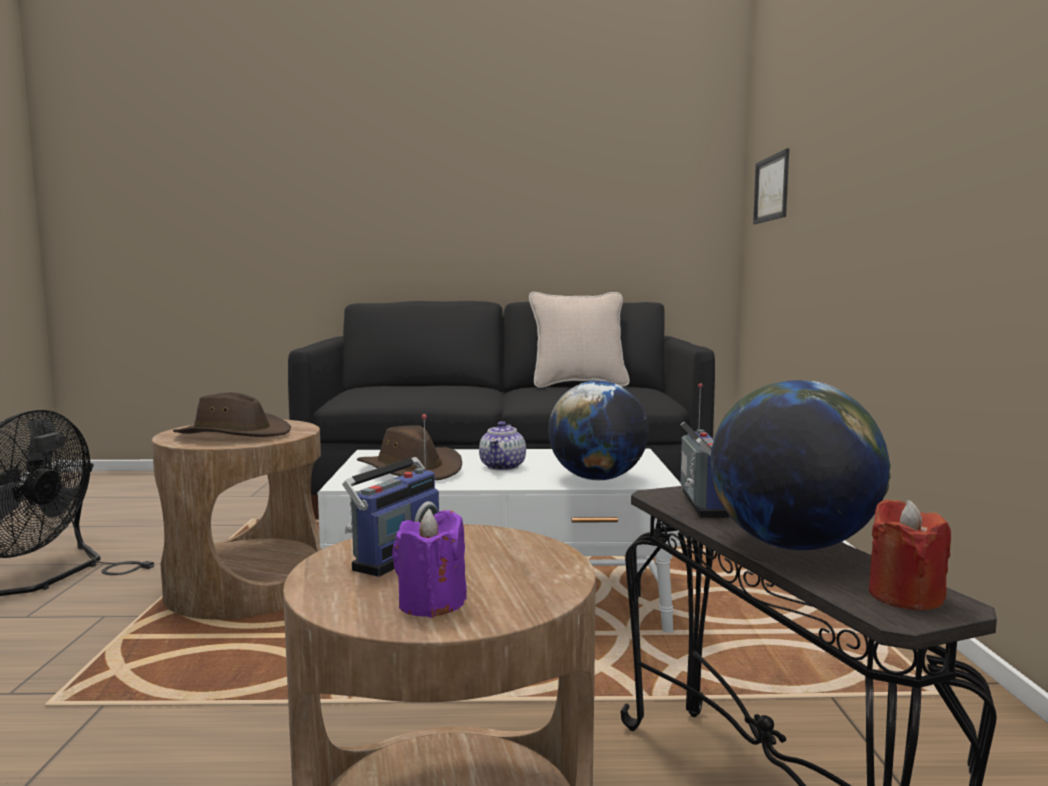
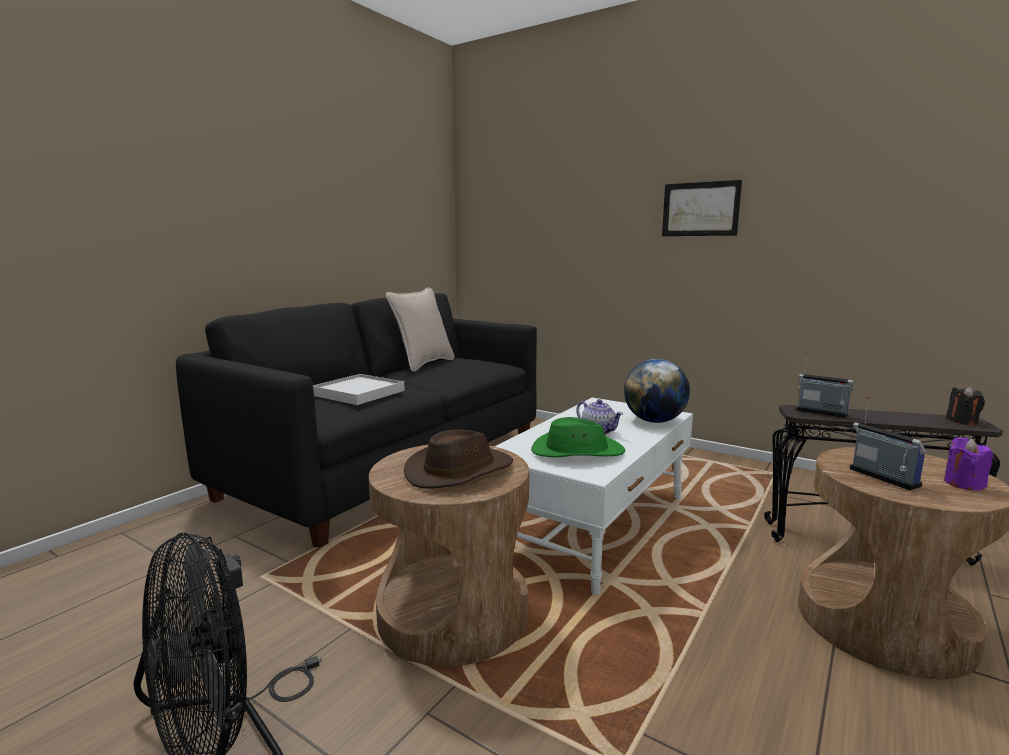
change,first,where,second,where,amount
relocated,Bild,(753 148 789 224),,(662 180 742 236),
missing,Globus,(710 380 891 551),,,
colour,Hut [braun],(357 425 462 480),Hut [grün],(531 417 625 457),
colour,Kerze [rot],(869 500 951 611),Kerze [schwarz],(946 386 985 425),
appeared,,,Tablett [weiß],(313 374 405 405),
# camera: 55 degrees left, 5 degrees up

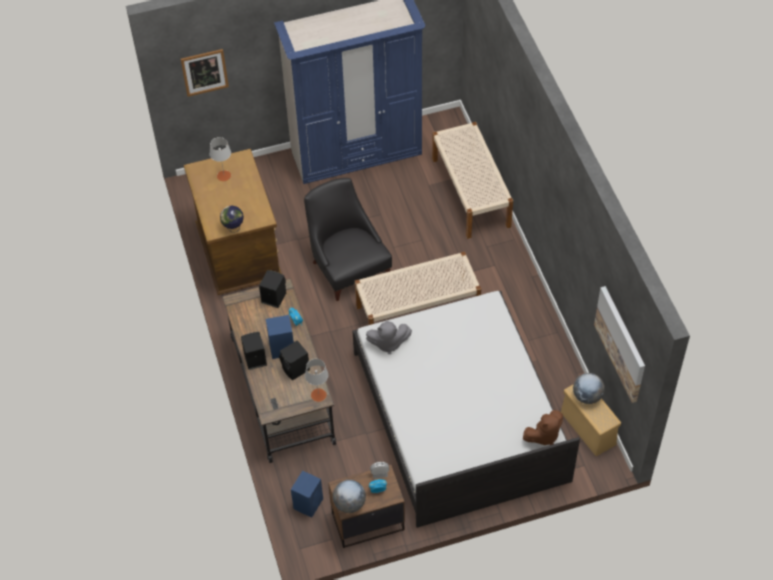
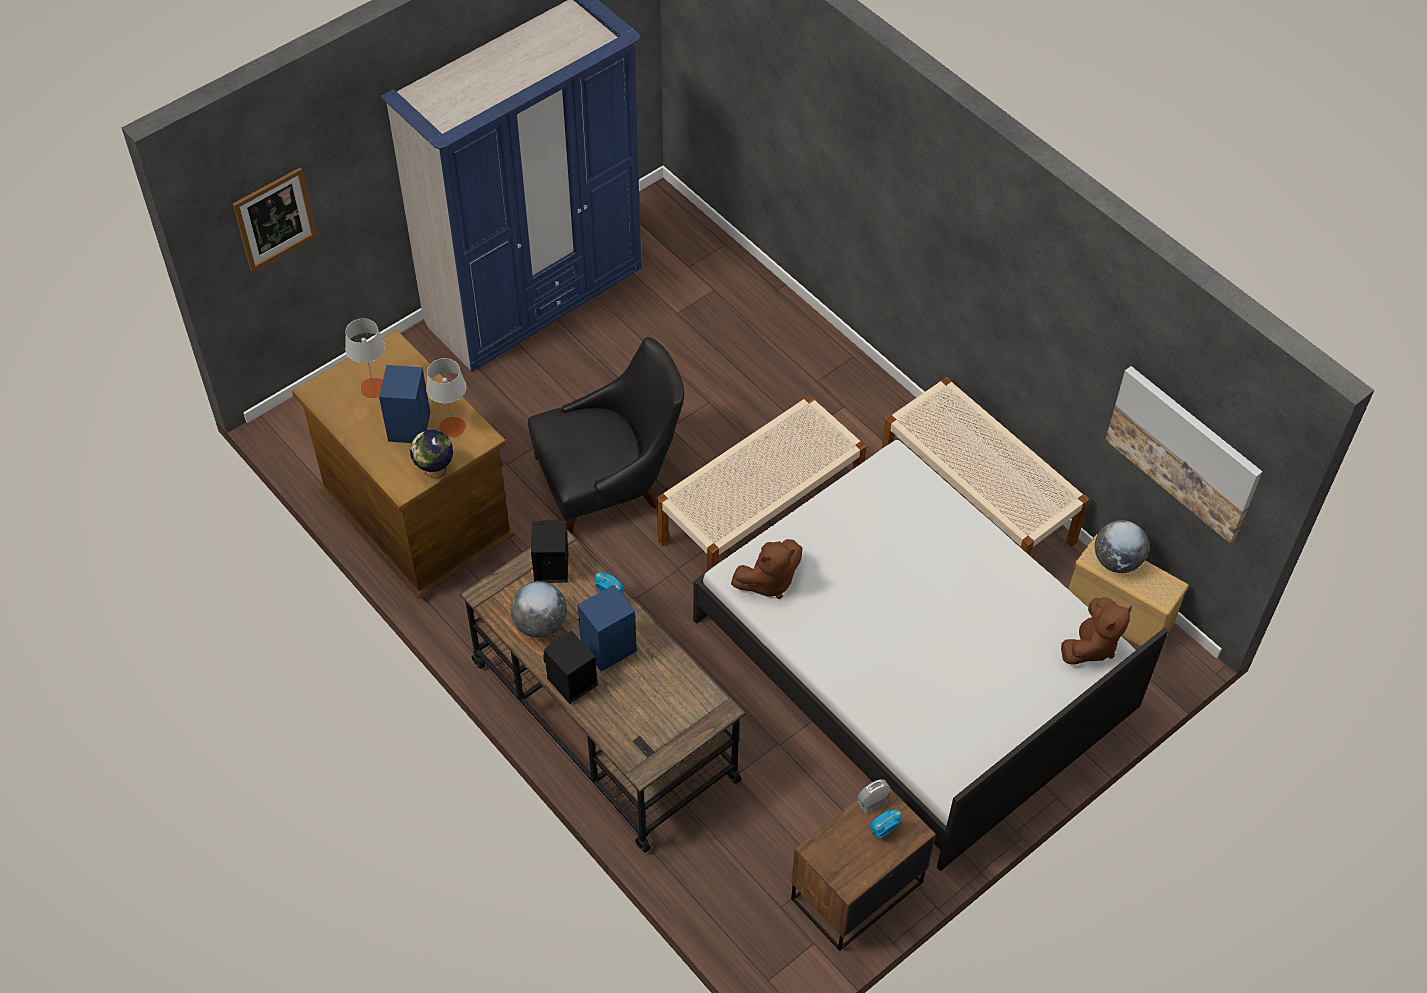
change,first,where,second,where,amount
relocated,Bank [beige],(432 122 513 239),,(882 377 1089 556),
spun,Sessel [schwarz],(304 178 392 301),,(528 337 684 534),120 degrees clockwise
colour,Plüschtier [grau],(366 321 412 354),Plüschtier [braun],(731 539 802 599),
missing,Lautsprecher [schwarz],(279 340 310 380),,,
relocated,Tischlampe [grau],(305 359 328 402),,(426 358 466 438),
relocated,Lautsprecher [blau],(291 470 323 518),,(379 365 430 443),
relocated,Globus,(333 480 366 513),,(510 581 567 638),
# camera: 25 degrees left, 0 degrees up

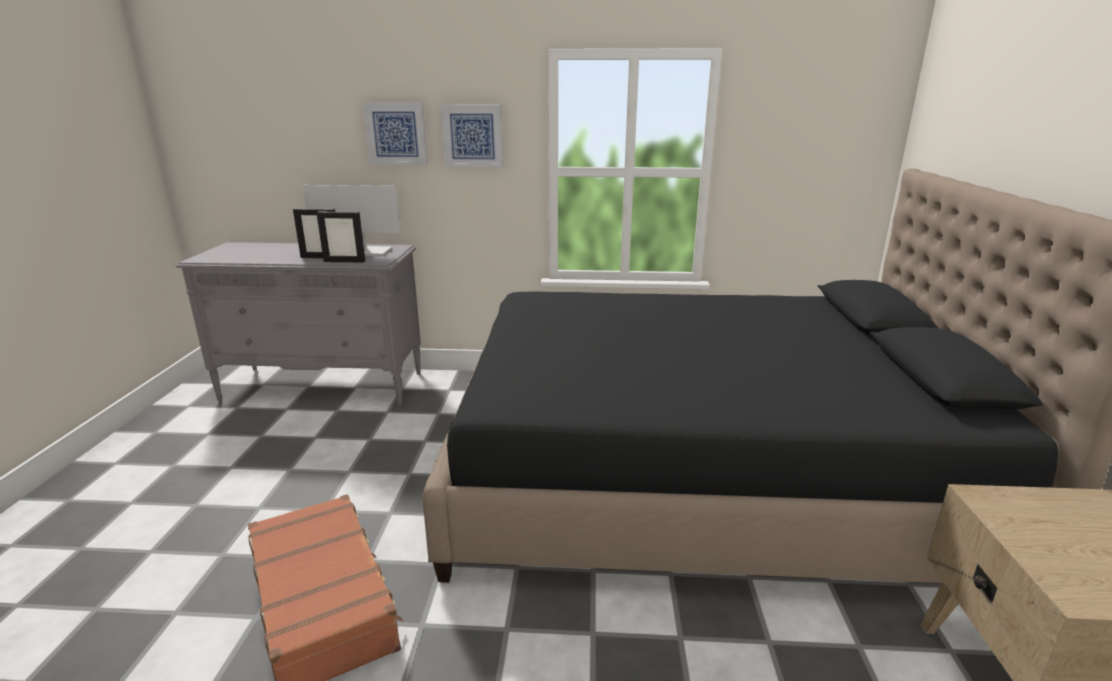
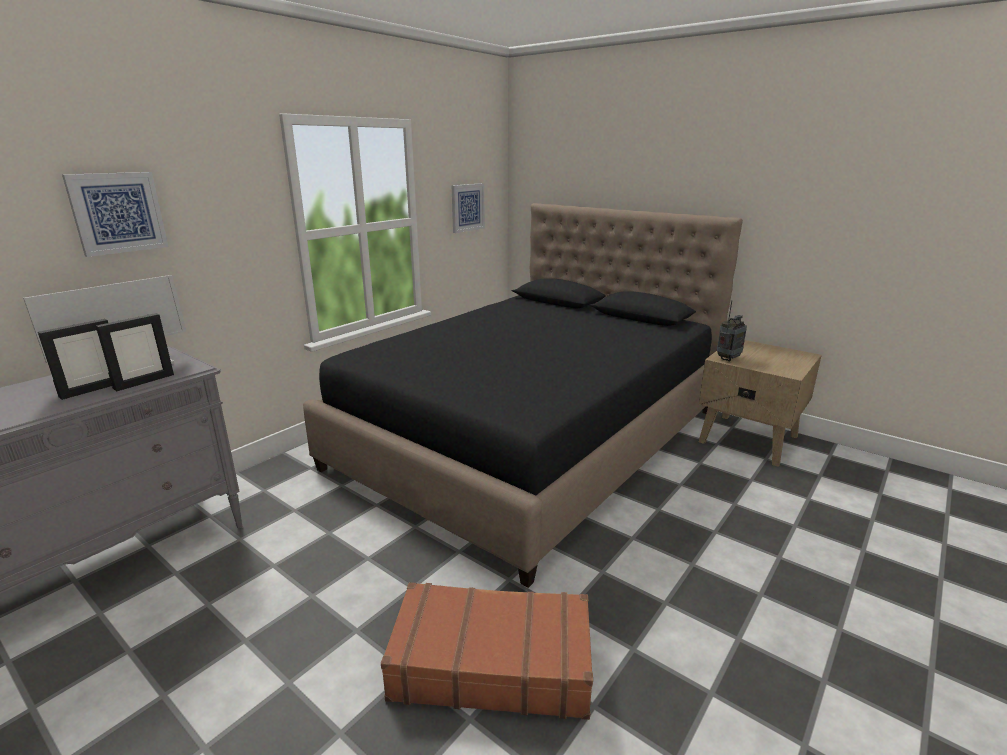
change,first,where,second,where,amount
relocated,Bild,(441 104 503 167),,(452 183 485 233),
appeared,,,Radio,(717 300 747 361),
# camera: 55 degrees left, 0 degrees up

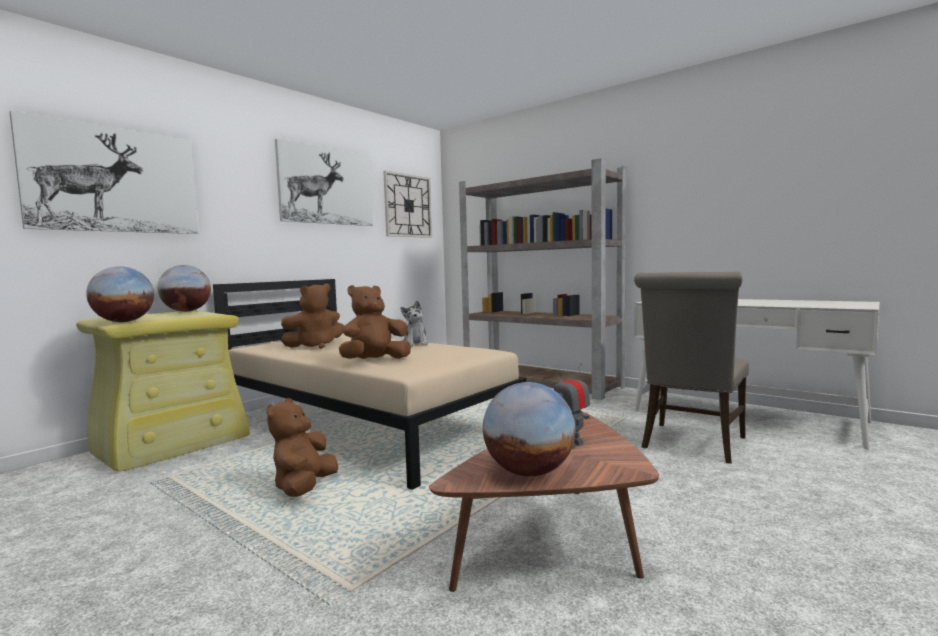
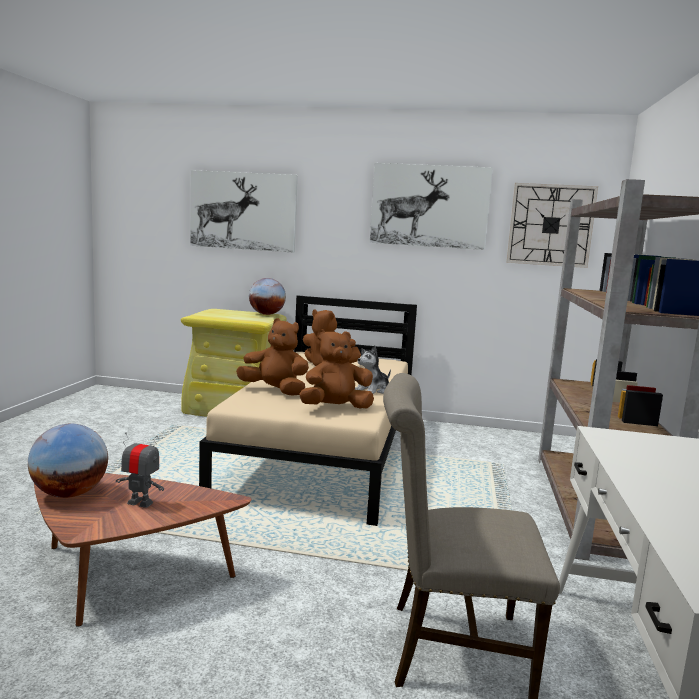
change,first,where,second,where,amount
missing,Globus,(86 266 154 322),,,
relocated,Plüschtier [braun],(267 398 338 497),,(299 330 374 409),
# camera: 60 degrees right, 5 degrees up

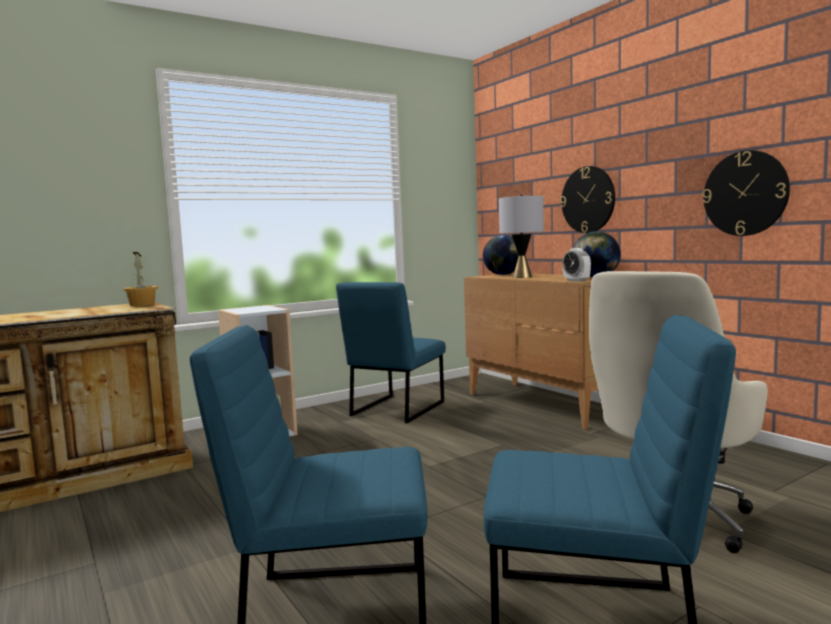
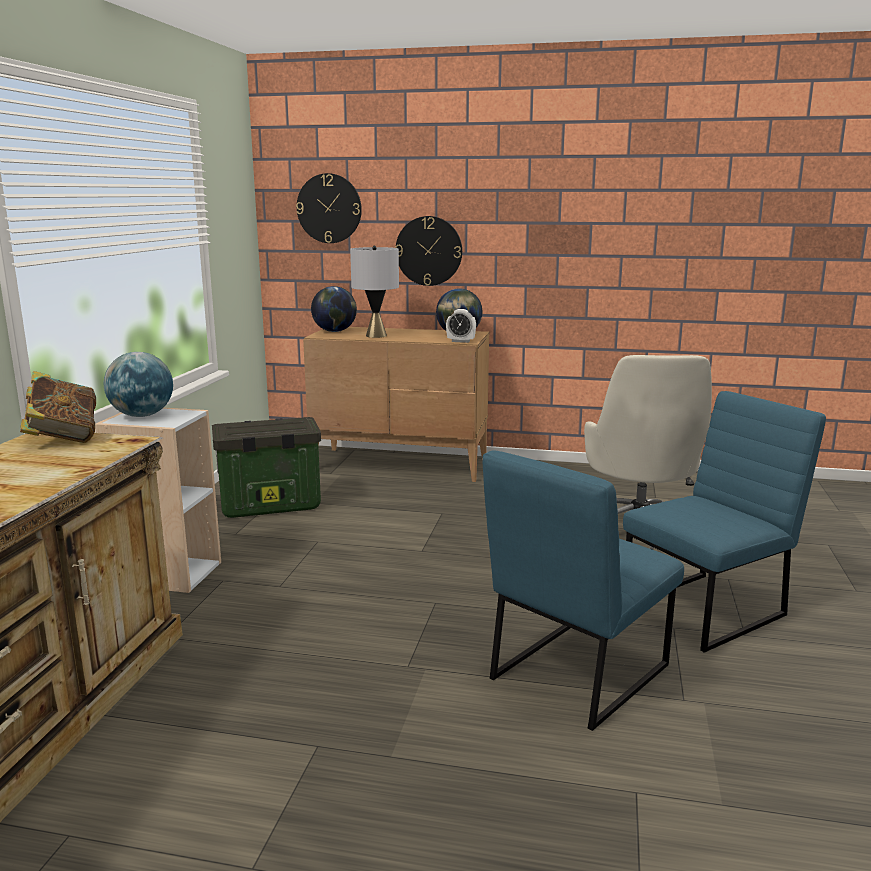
change,first,where,second,where,amount
relocated,Wanduhr,(703 150 790 236),,(296 173 362 243),
exchanged,Topfpflanze,(123 252 158 306),Buch,(20 371 96 443),
exchanged,Stuhl [blau],(336 282 446 423),Aufbewahrungsbox,(212 417 321 518),
appeared,,,Globus,(104 352 173 417),
# camera: 45 degrees left, 10 degrees up

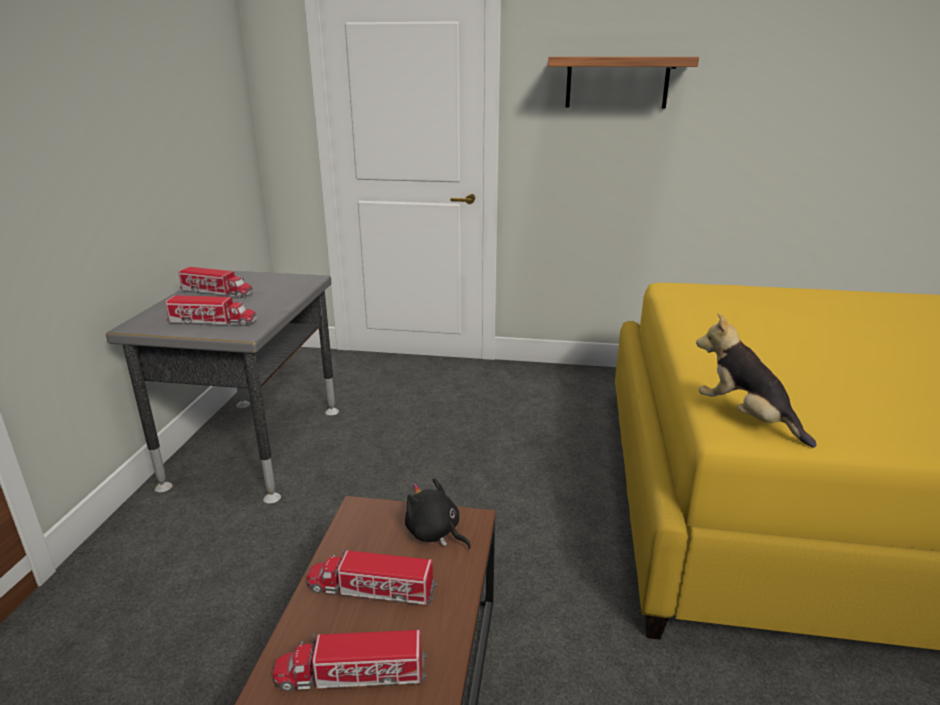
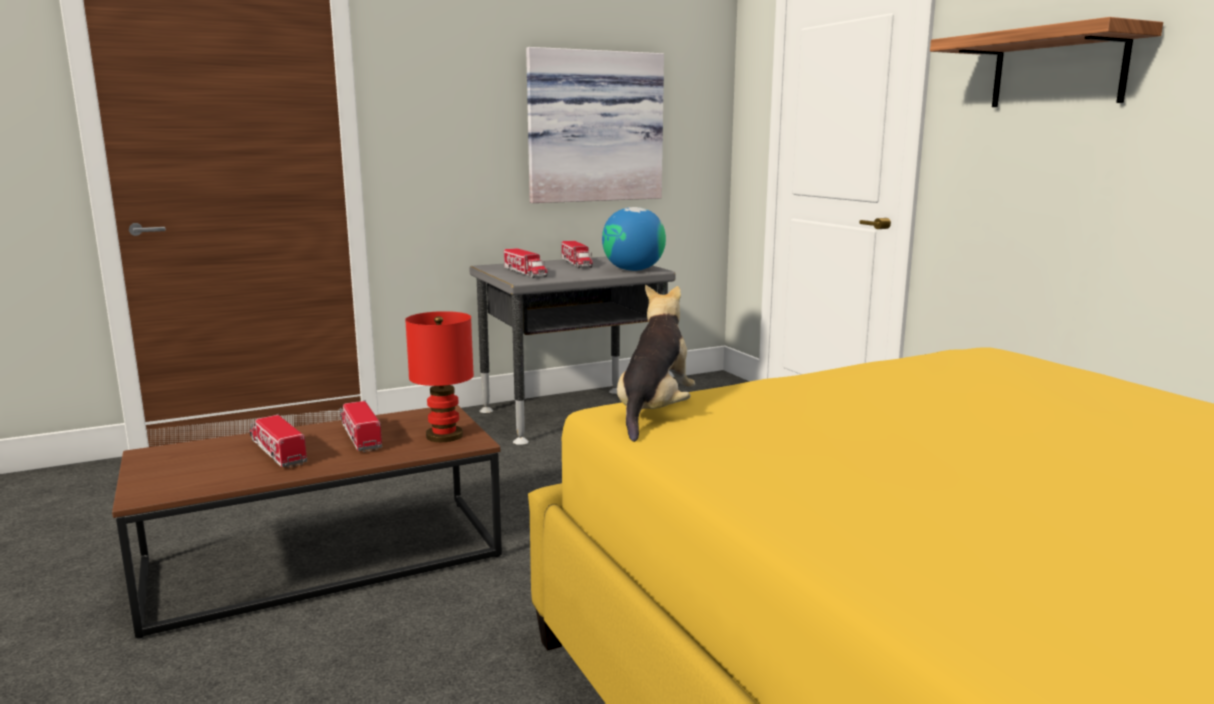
change,first,where,second,where,amount
exchanged,Plüschtier [schwarz],(405 478 471 549),Tischlampe [rot],(405 311 474 442),
appeared,,,Bild,(526 47 664 203),
appeared,,,Globus,(602 207 666 271),
# camera: 55 degrees right, 10 degrees down

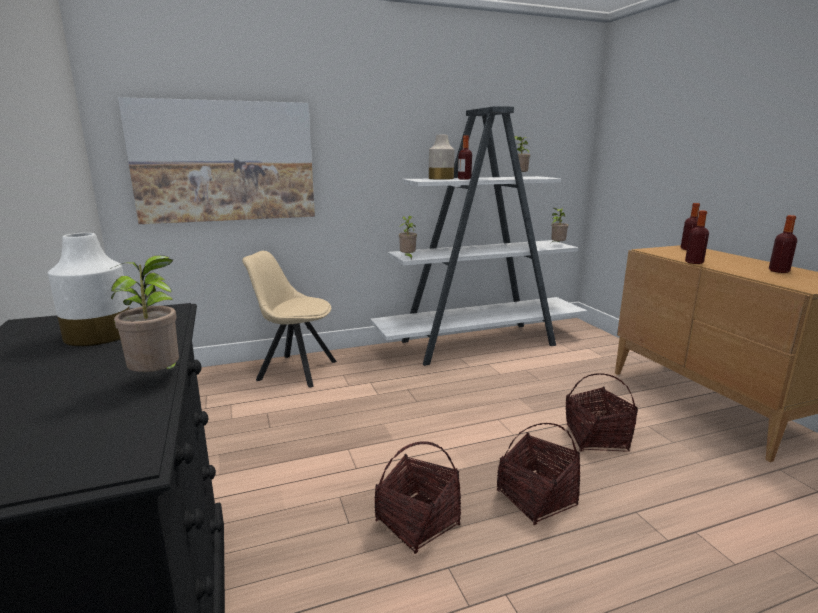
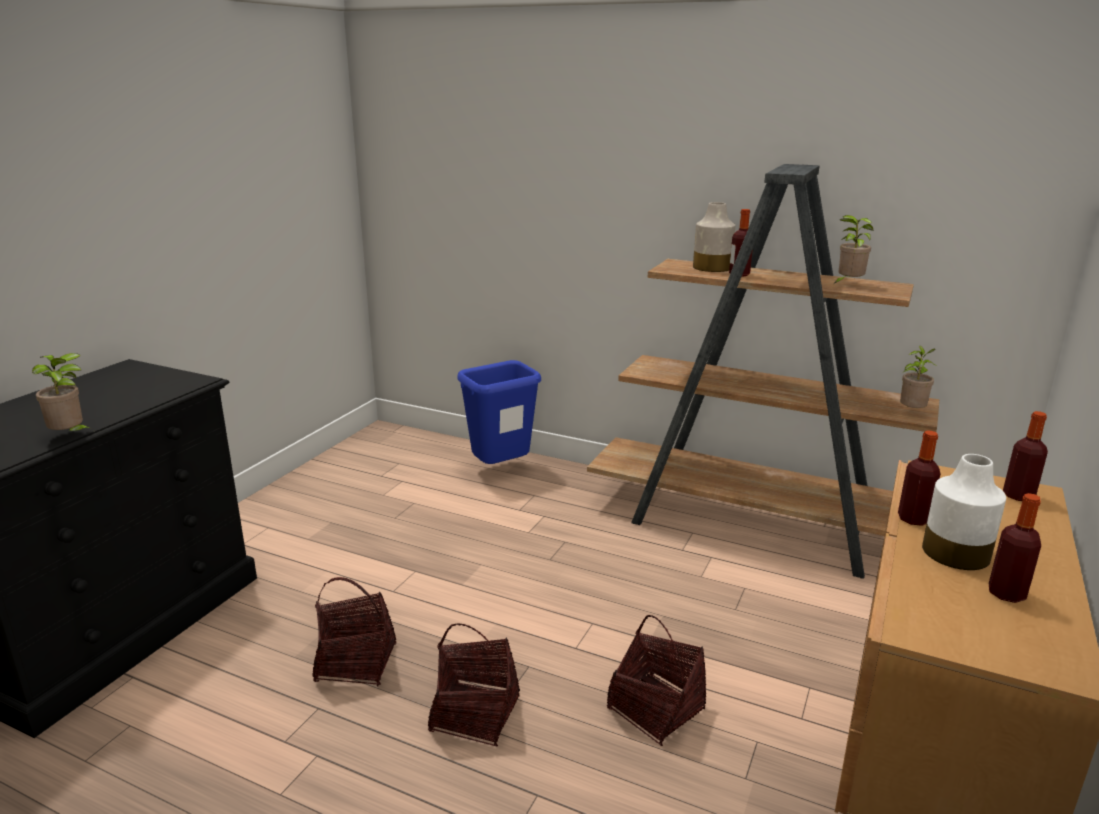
change,first,where,second,where,amount
missing,Bild,(118 97 315 224),,,
colour,Bücherregal [weiß],(370 106 588 366),Bücherregal [braun],(587 164 939 579),
missing,Topfpflanze,(399 216 417 259),,,
relocated,Vase [weiß],(48 233 130 346),,(922 454 1006 570),
exchanged,Stuhl [beige],(242 251 337 388),Mülleimer [blau],(457 360 541 464),
# camera: 45 degrees right, 5 degrees up

